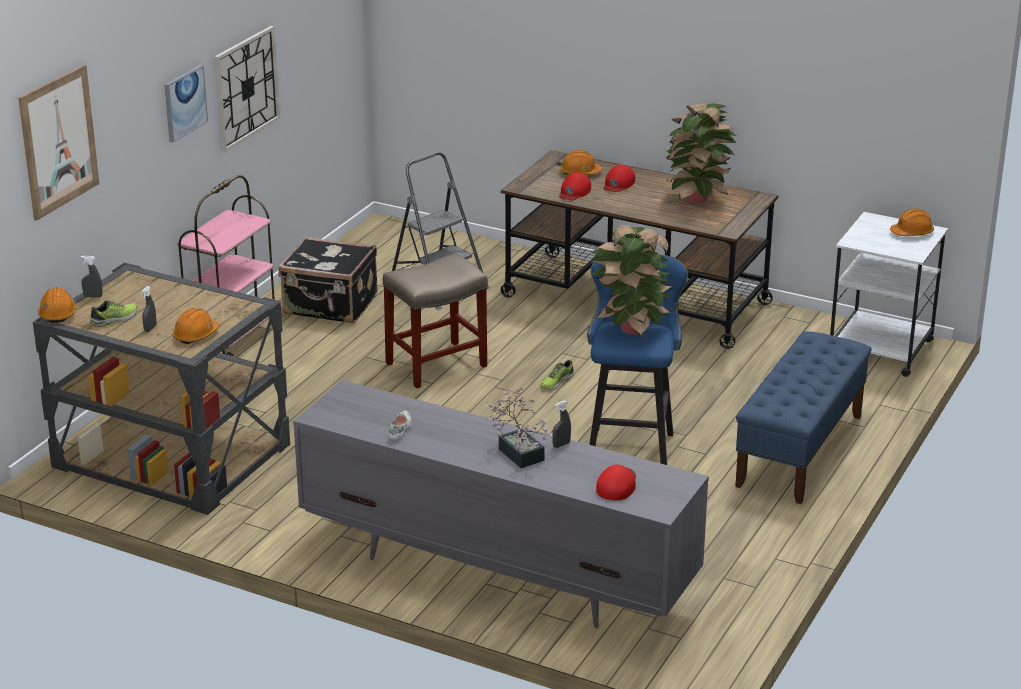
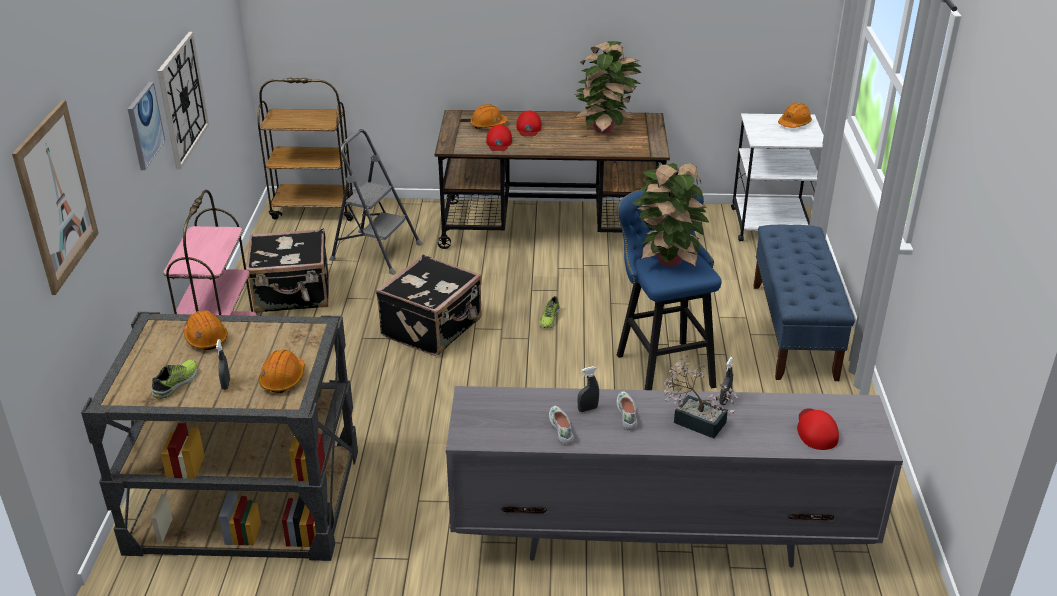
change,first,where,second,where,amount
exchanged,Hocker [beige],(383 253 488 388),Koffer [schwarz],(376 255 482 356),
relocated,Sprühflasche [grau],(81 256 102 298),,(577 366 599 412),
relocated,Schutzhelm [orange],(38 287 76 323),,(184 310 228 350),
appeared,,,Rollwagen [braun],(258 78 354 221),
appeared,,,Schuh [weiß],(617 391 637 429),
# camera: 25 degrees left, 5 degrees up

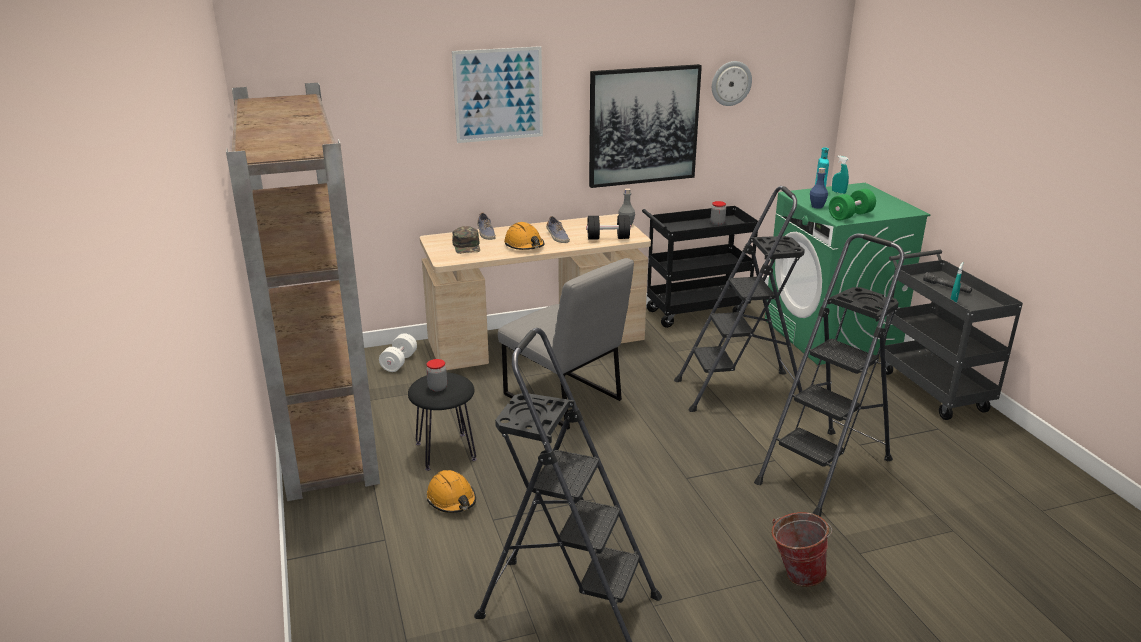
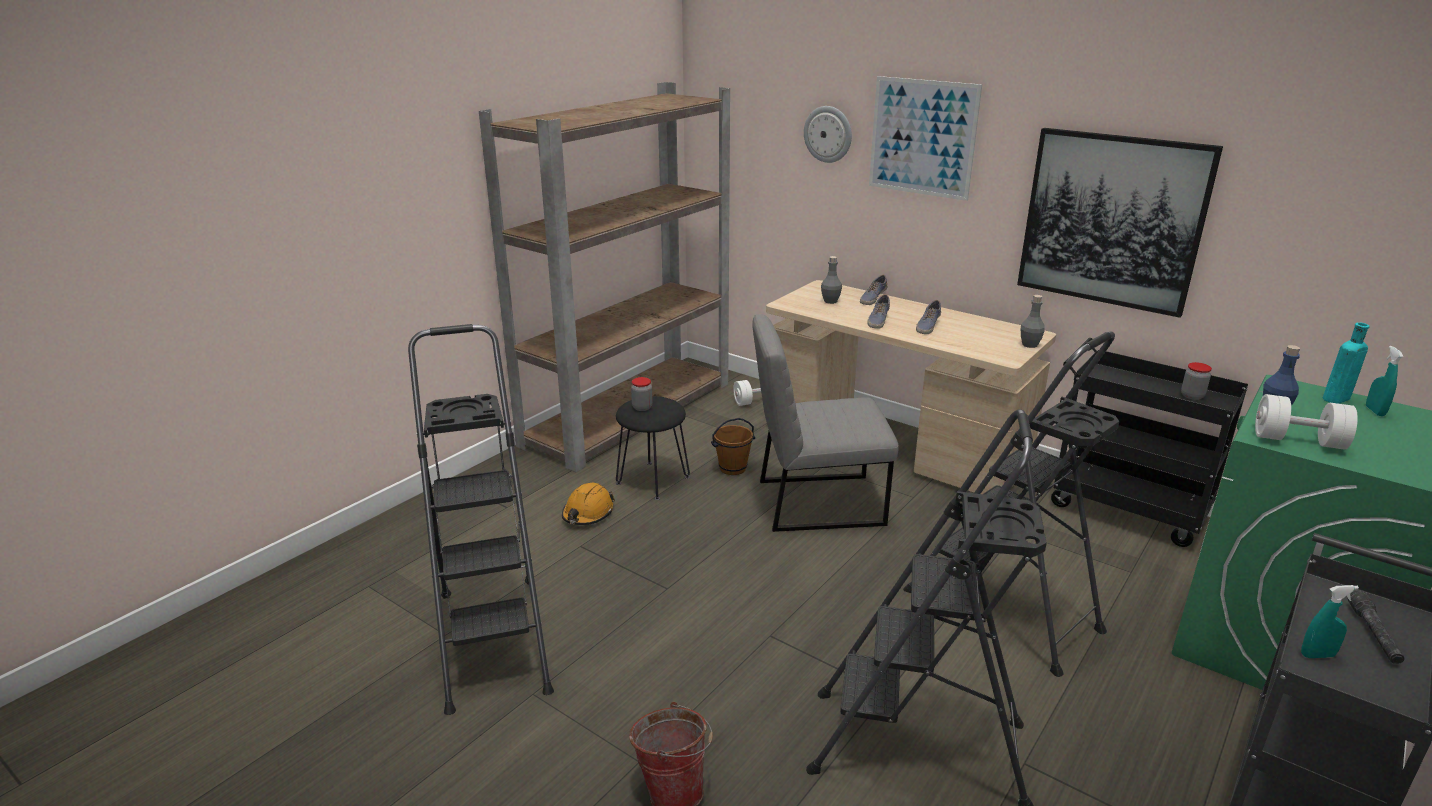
change,first,where,second,where,amount
relocated,Wanduhr,(712 61 752 106),,(804 106 852 163),
colour,Hantel [grün],(829 189 876 220),Hantel [weiß],(1255 394 1358 450),
missing,Hantel [schwarz],(586 215 631 240),,,
exchanged,Schutzhelm [orange],(504 222 544 250),Schuh,(867 294 890 329),
exchanged,Kappe [grün],(452 226 480 254),Flasche [grau],(821 256 842 304),
spun,Stuhl [grau],(498 258 634 430),,(752 314 899 532),75 degrees clockwise
appeared,,,Eimer [braun],(711 418 755 475),
# camera: 55 degrees right, 0 degrees up

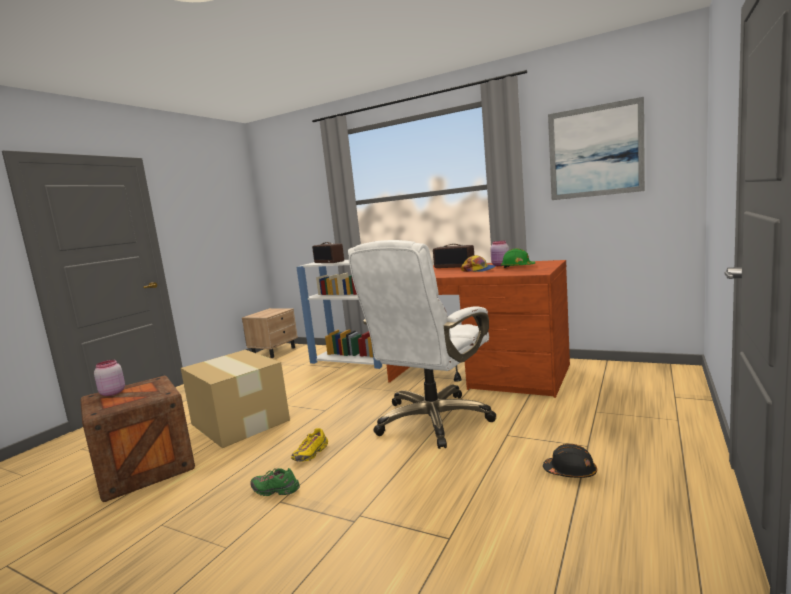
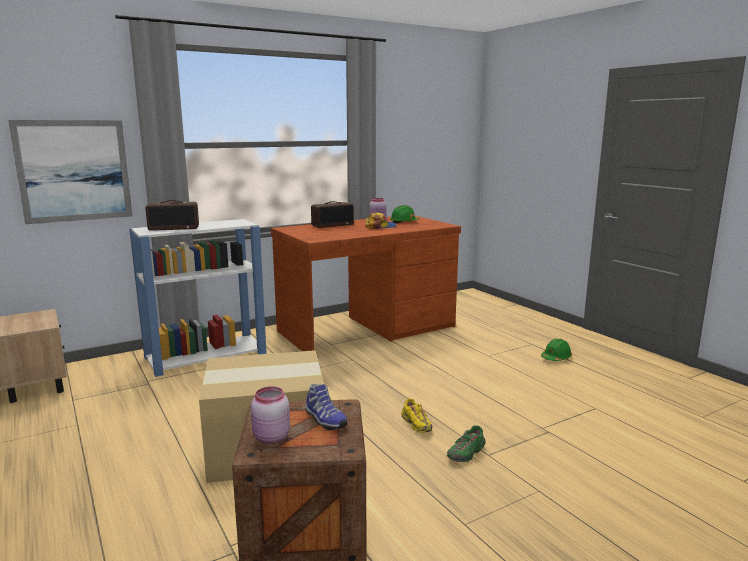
change,first,where,second,where,amount
relocated,Bild,(548 97 645 200),,(8 120 133 224),
missing,Bürostuhl [weiß],(348 240 496 449),,,
colour,Schutzhelm [schwarz],(543 444 597 478),Schutzhelm [grün],(541 339 572 361),
appeared,,,Schuh,(305 383 348 430),
# camera: 60 degrees left, 5 degrees up

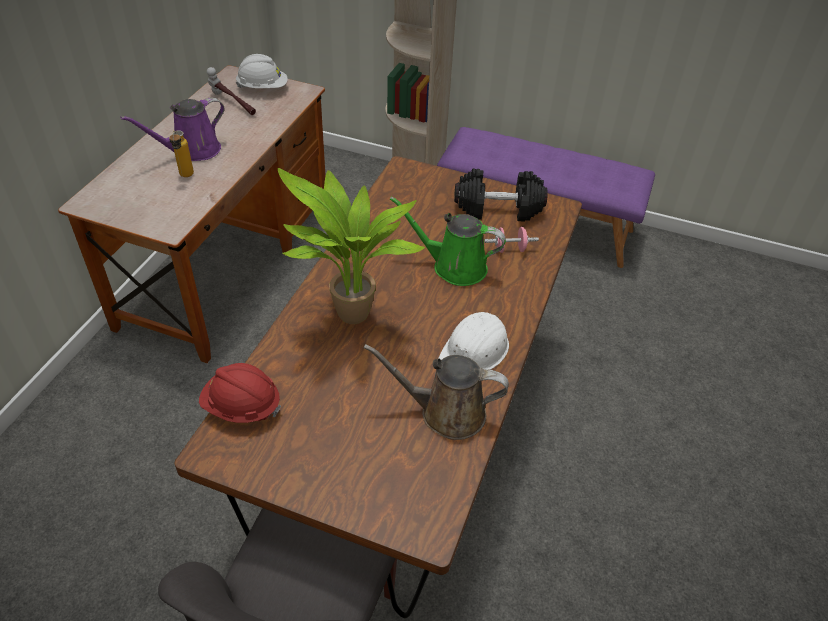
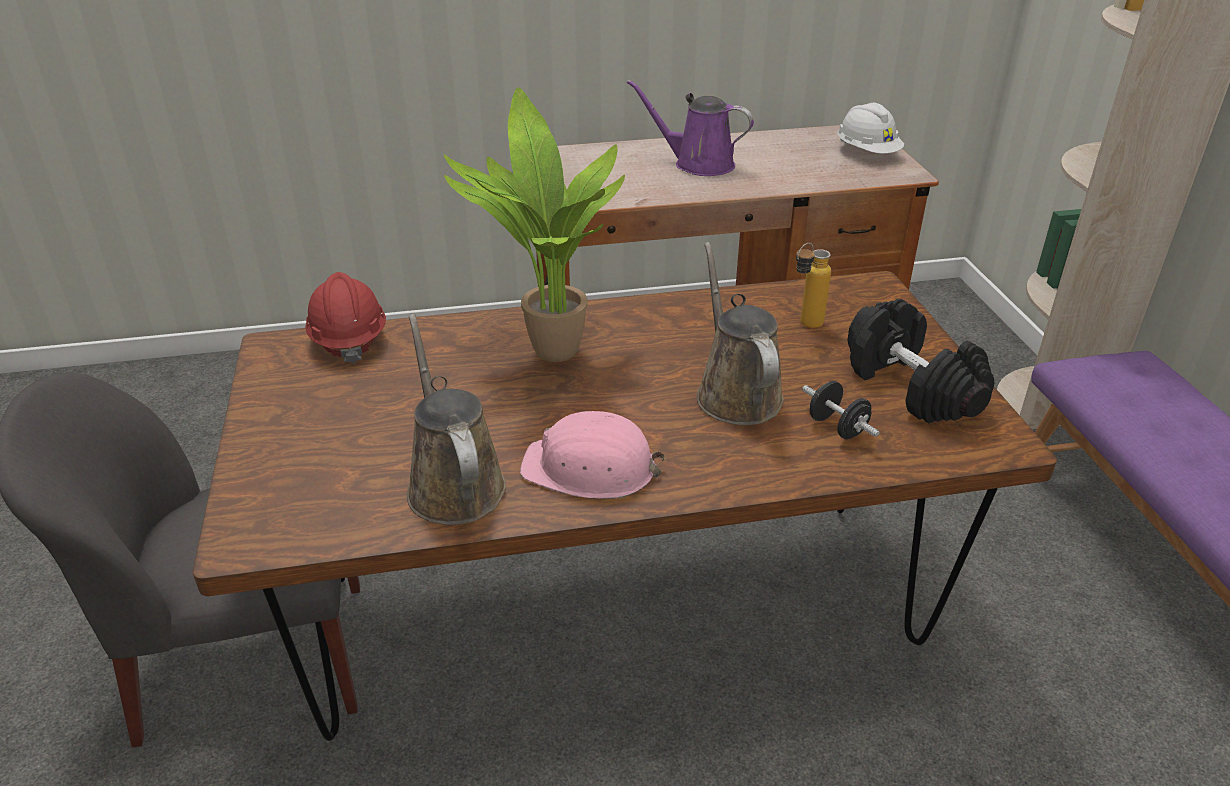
change,first,where,second,where,amount
missing,Hammer,(207 67 256 115),,,
relocated,Flasche,(169 130 194 177),,(796 243 831 328),
colour,Gießkanne [grün],(390 196 506 286),Gießkanne [braun],(696 242 784 425),
colour,Hantel [rosa],(484 227 539 253),Hantel [schwarz],(802 381 880 439),
colour,Schutzhelm [weiß],(438 312 509 370),Schutzhelm [rosa],(520 411 665 499),
# camera: 60 degrees right, 10 degrees down

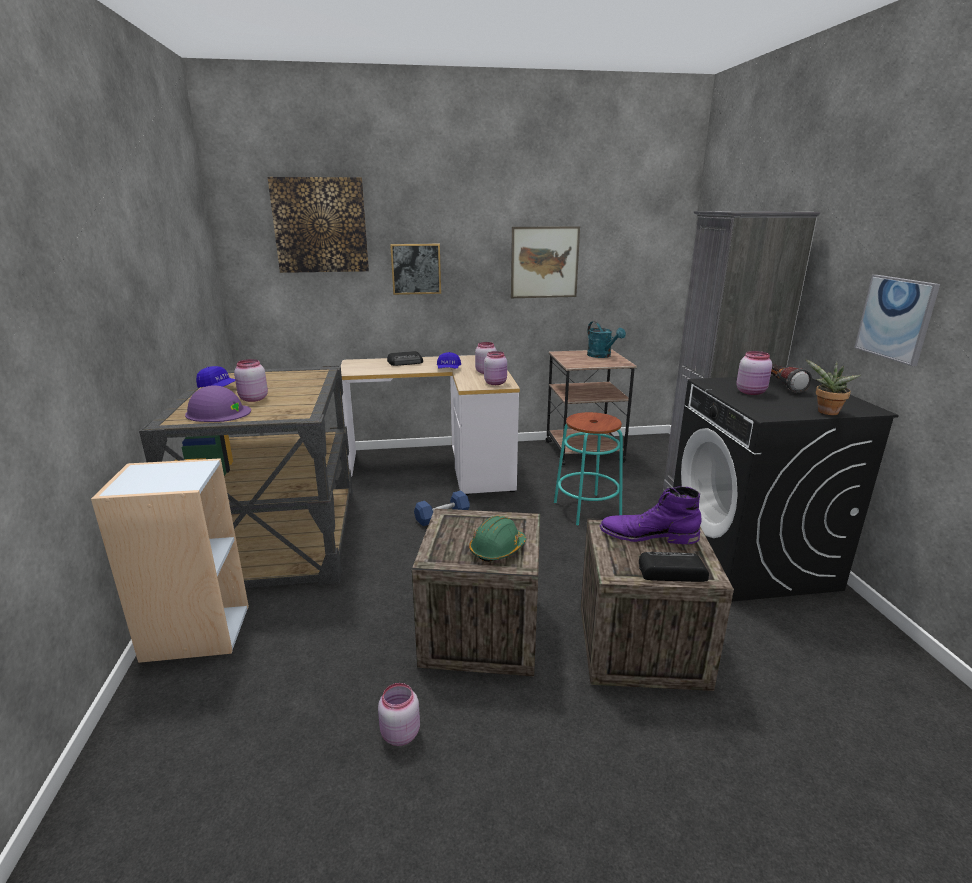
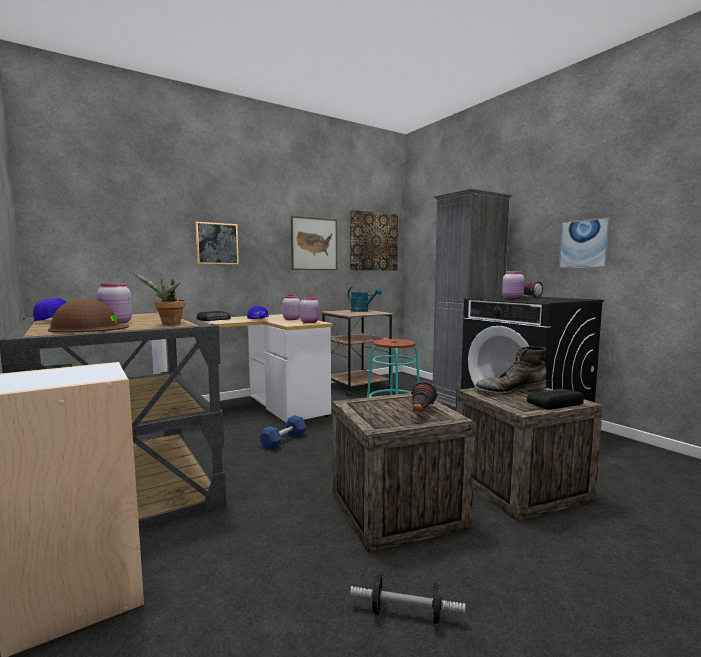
change,first,where,second,where,amount
relocated,Bild,(268 177 369 273),,(350 210 398 271),
relocated,Topfpflanze,(805 359 861 415),,(133 272 185 324),
colour,Schutzhelm [lila],(185 385 251 422),Schutzhelm [braun],(48 298 129 333),
colour,Stiefel [lila],(600 487 702 544),Stiefel [grün],(474 346 547 395),
exchanged,Schutzhelm [grün],(469 516 526 562),Taschenlampe,(411 380 438 412),
exchanged,Vorratsglas [rosa],(378 683 420 746),Hantel,(350 575 466 625),
# camera: 25 degrees left, 15 degrees down

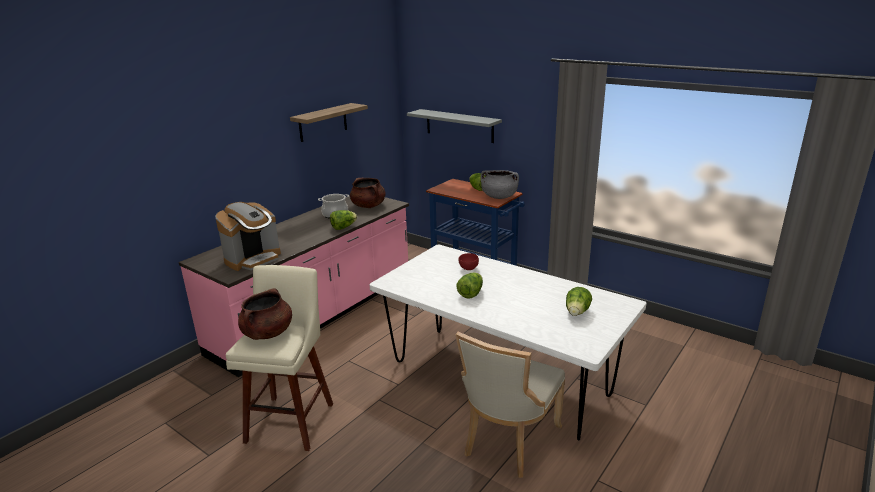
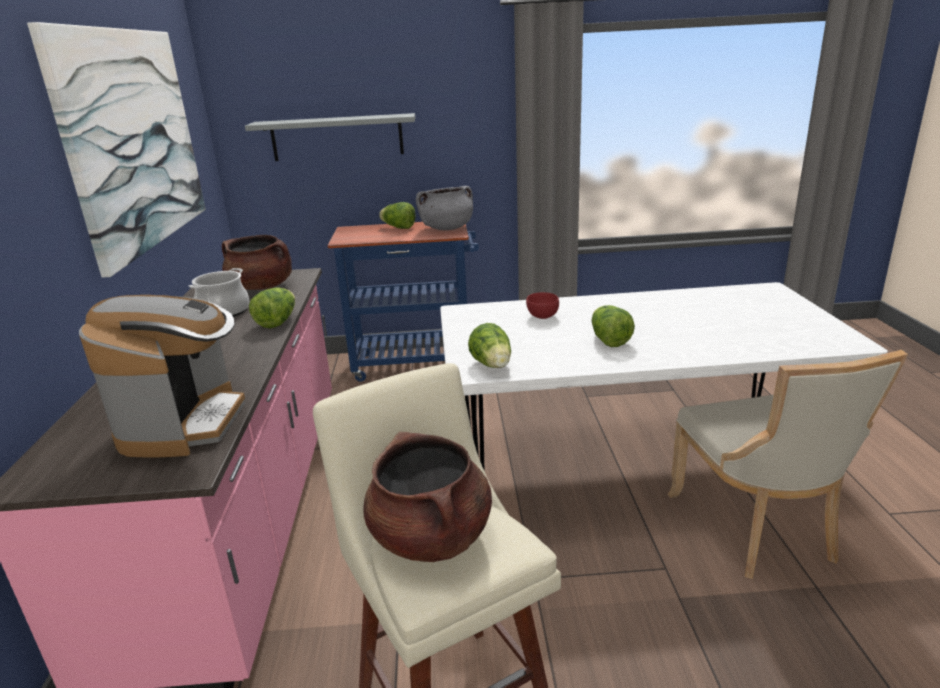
change,first,where,second,where,amount
exchanged,Wandregal,(290 103 368 142),Bild,(27 22 206 278),
relocated,Salatkopf,(566 287 592 316),,(468 323 511 368),
# camera: 40 degrees left, 0 degrees up

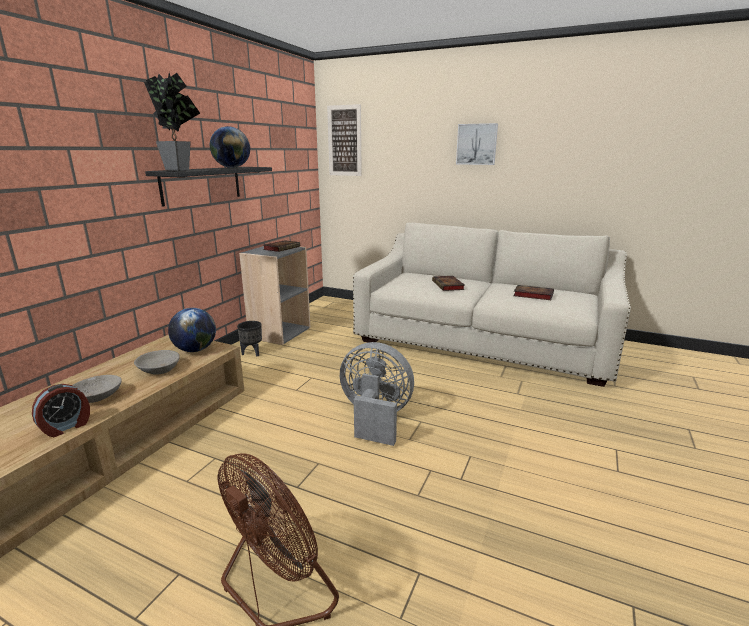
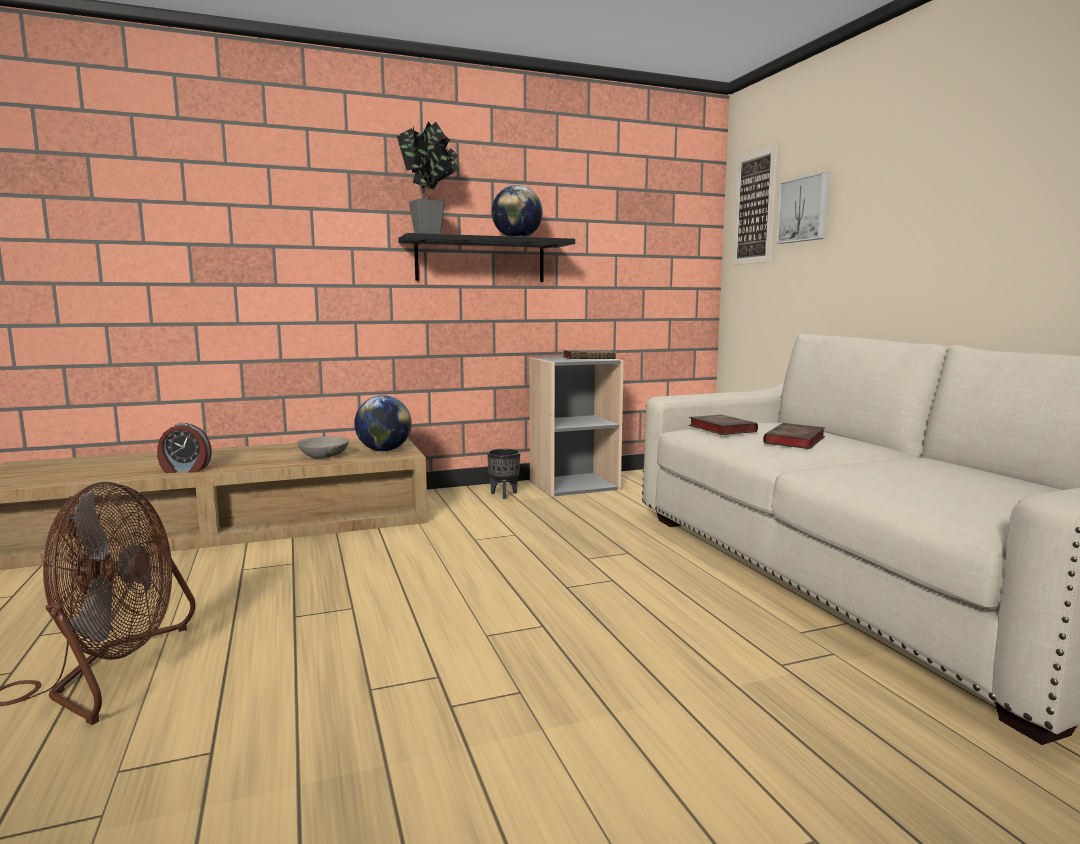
change,first,where,second,where,amount
relocated,Bild,(456 123 498 165),,(776 172 829 244),
relocated,Buch,(513 285 554 300),,(689 415 758 435),
missing,Ventilator [grau],(340 342 414 446),,,
missing,Schüssel [grau],(72 375 122 403),,,
# camera: 45 degrees right, 10 degrees down

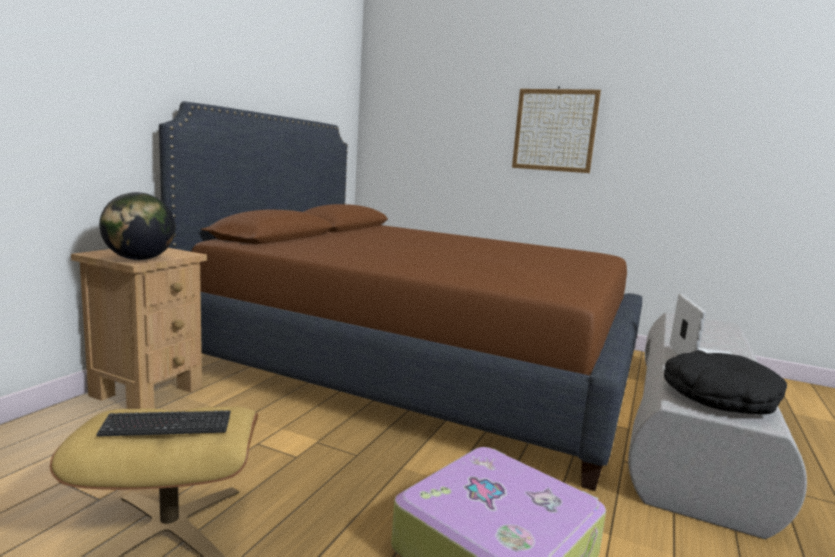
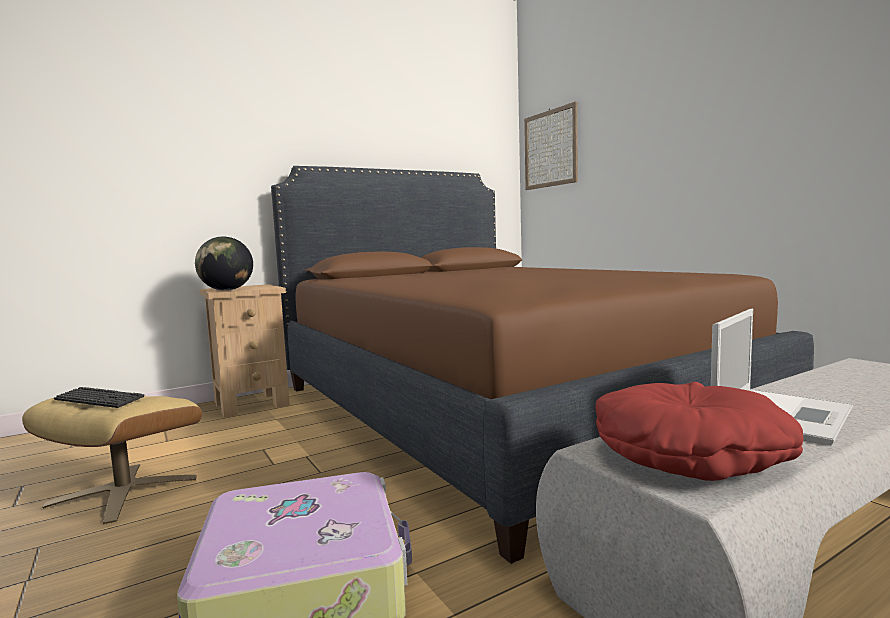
change,first,where,second,where,amount
relocated,Bild,(512 87 601 173),,(524 102 578 190),
colour,Kissen [schwarz],(664 350 787 414),Kissen [rot],(596 382 803 481),
# camera: 35 degrees right, 5 degrees down

